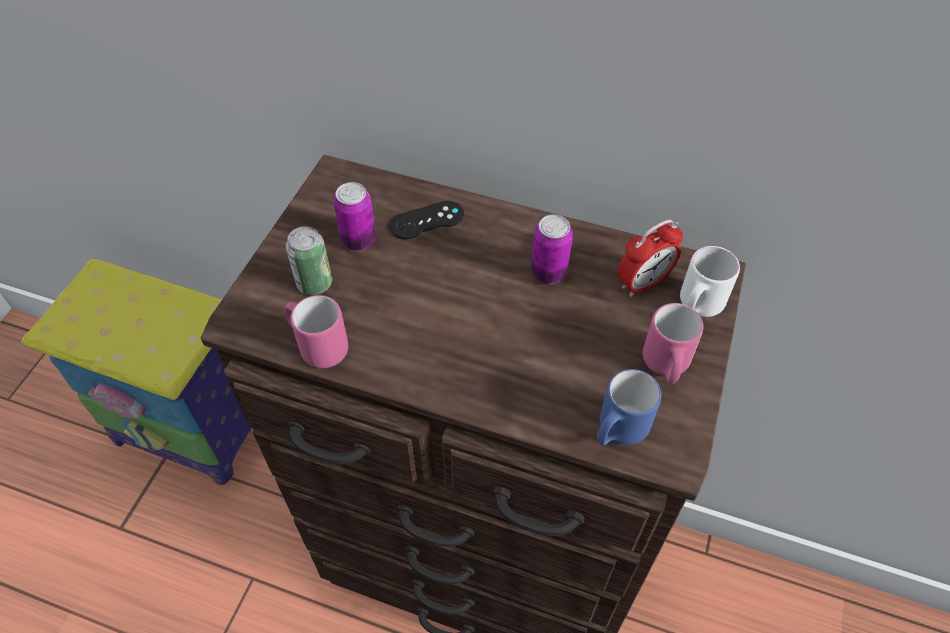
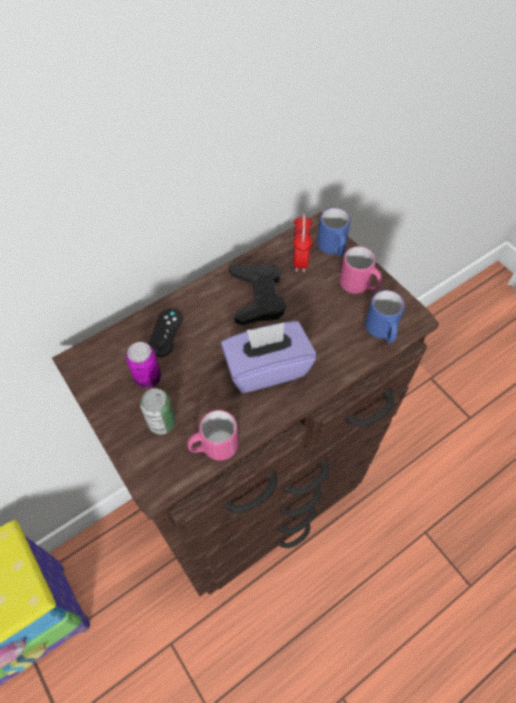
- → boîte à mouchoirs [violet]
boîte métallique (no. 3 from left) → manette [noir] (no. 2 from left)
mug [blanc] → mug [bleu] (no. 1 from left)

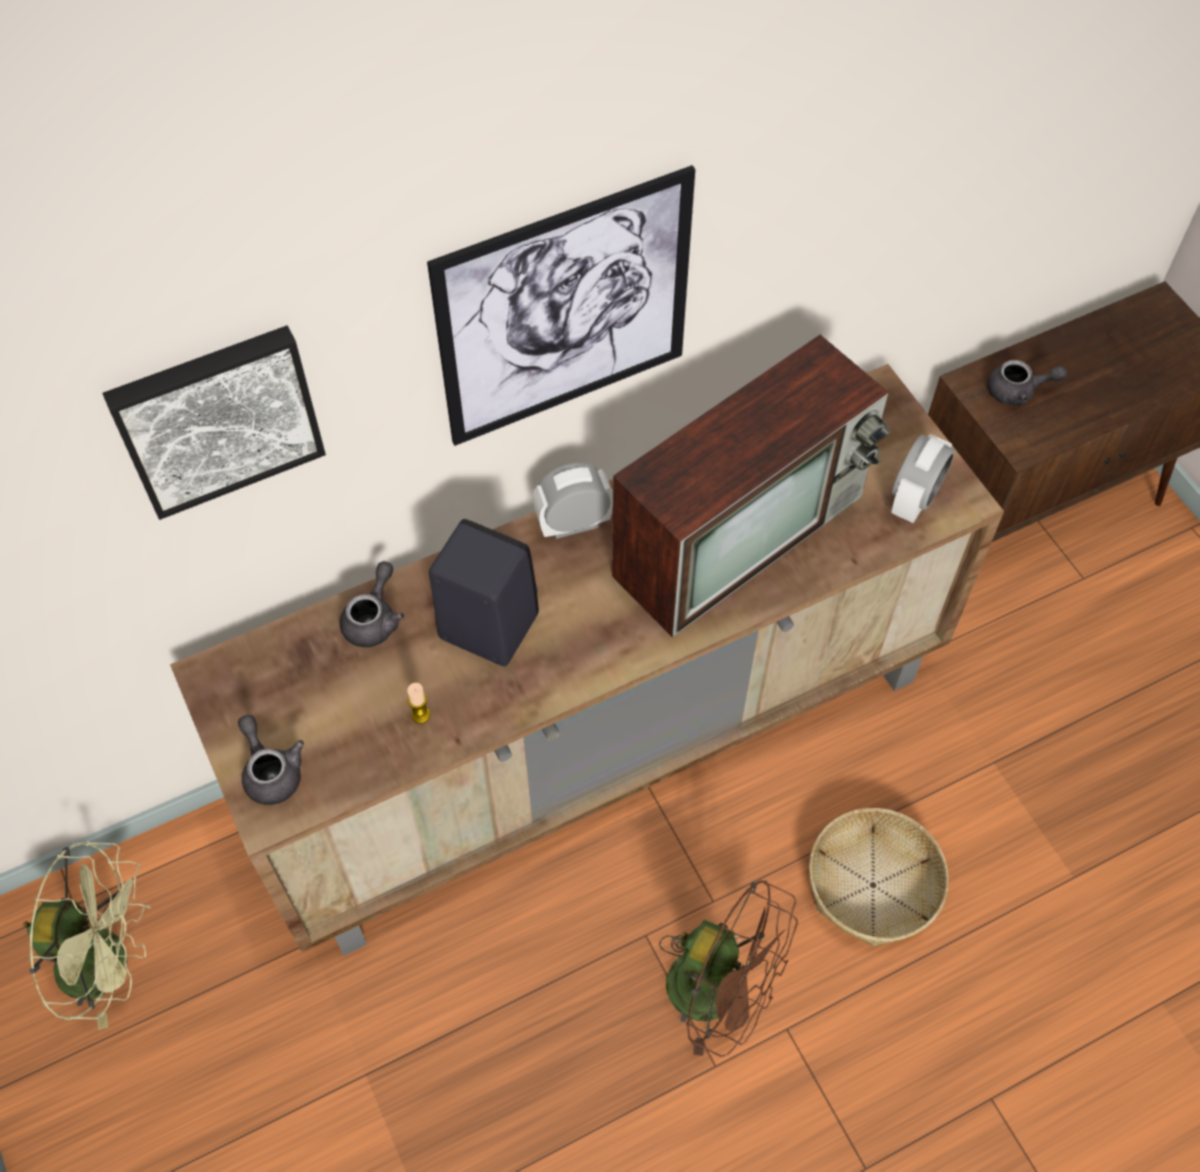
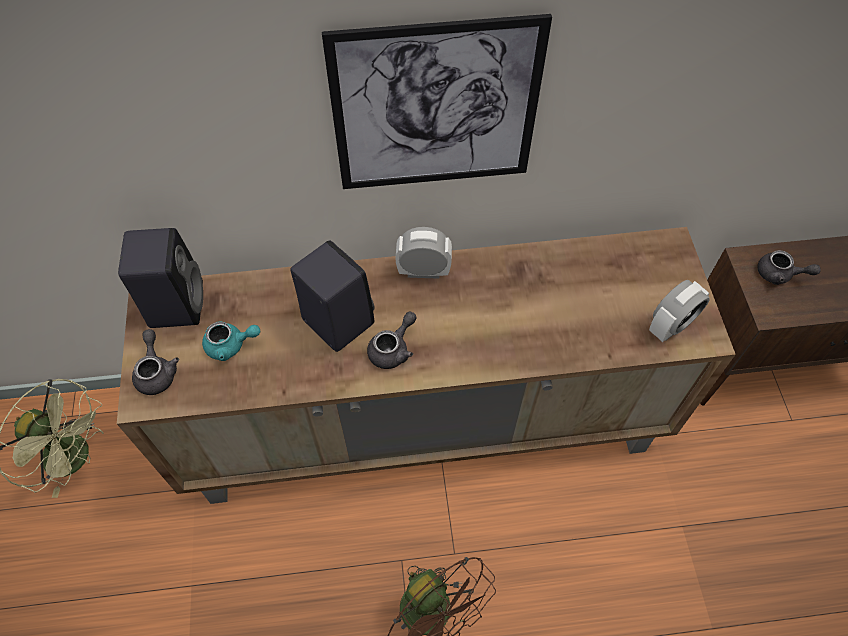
tableau (no. 1 from left) → -
bougie → -
téléviseur → -
panier → -
- → enceinte [noir] (no. 1 from left)
- → théière [turquoise]
théière [gris] (no. 2 from left), relocated

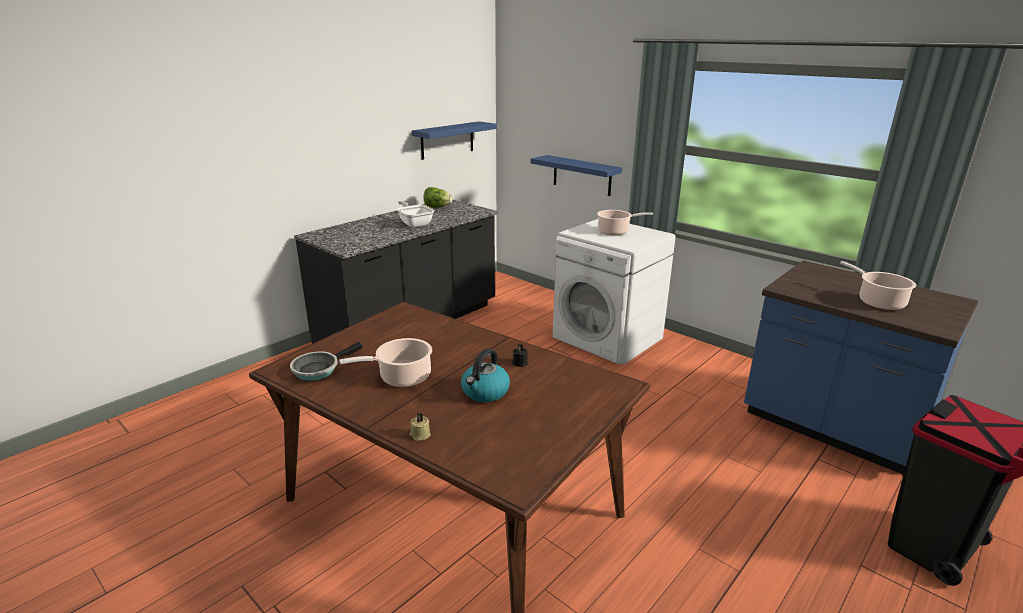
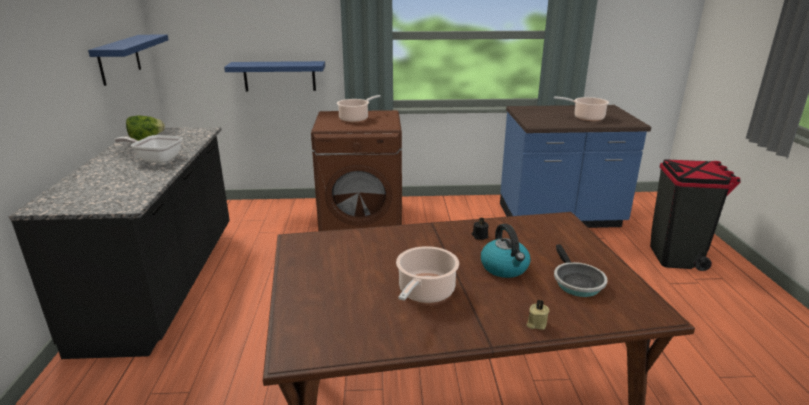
poêle (no. 1 from left in the first image) → poêle (no. 2 from left), relocated
lave-linge [blanc] → lave-linge [marron]

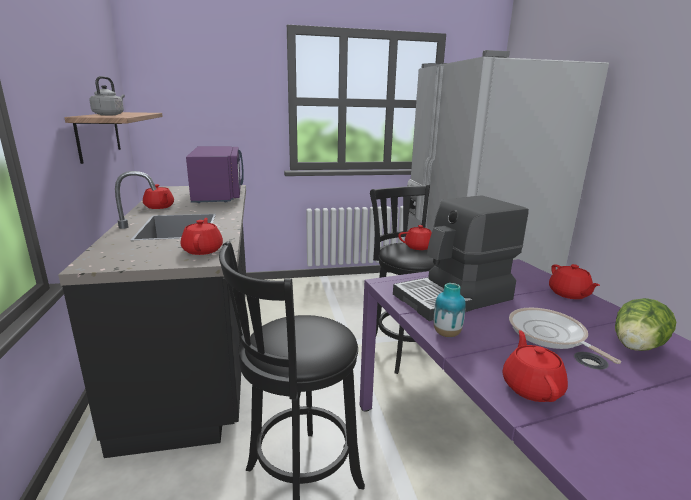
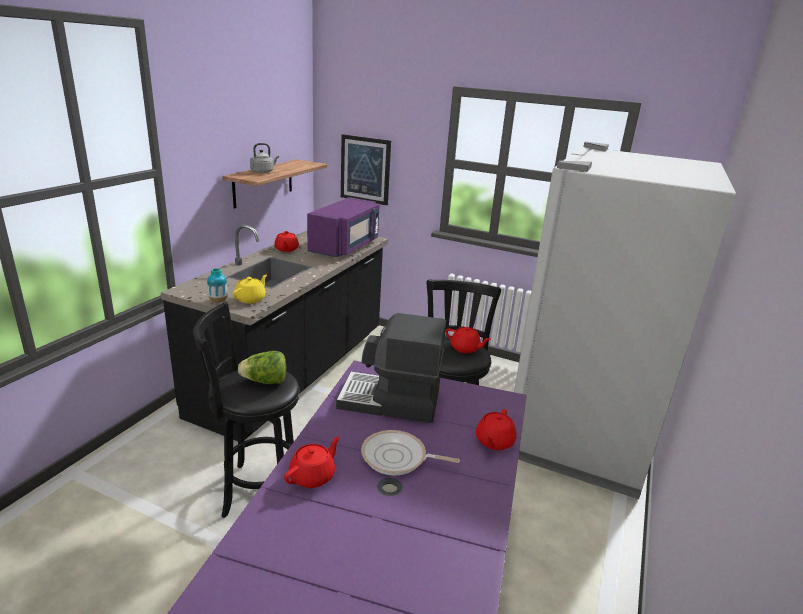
- → tableau
vase, relocated
laitue, relocated
théière [rouge] (no. 2 from left) → théière [jaune]
poêle, 90 degrees counterclockwise

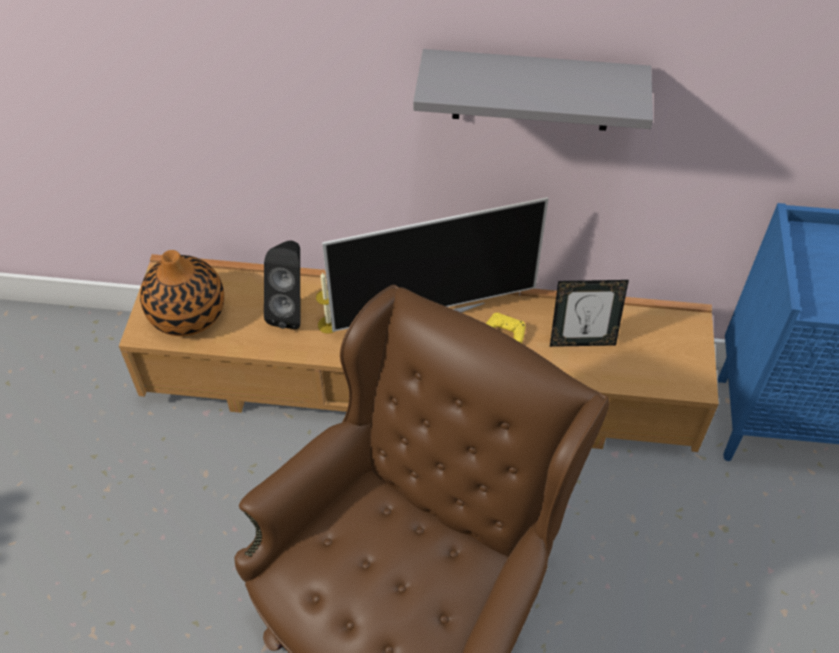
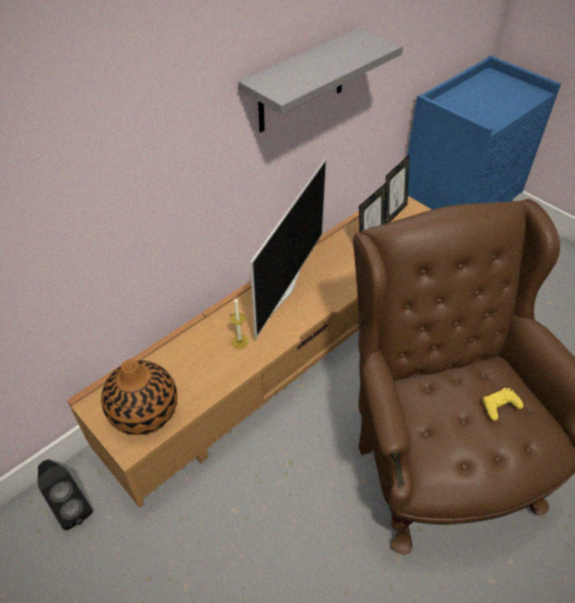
- → cadre photo (no. 2 from left)
enceinte [noir], relocated
manette [jaune], relocated

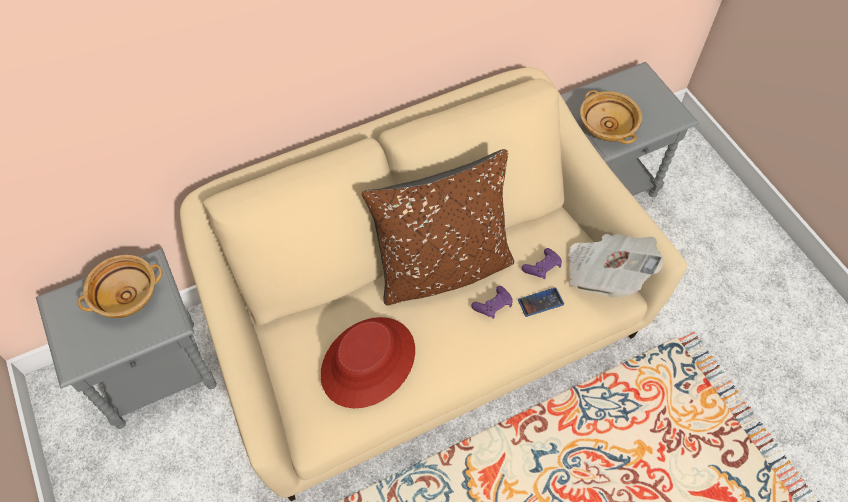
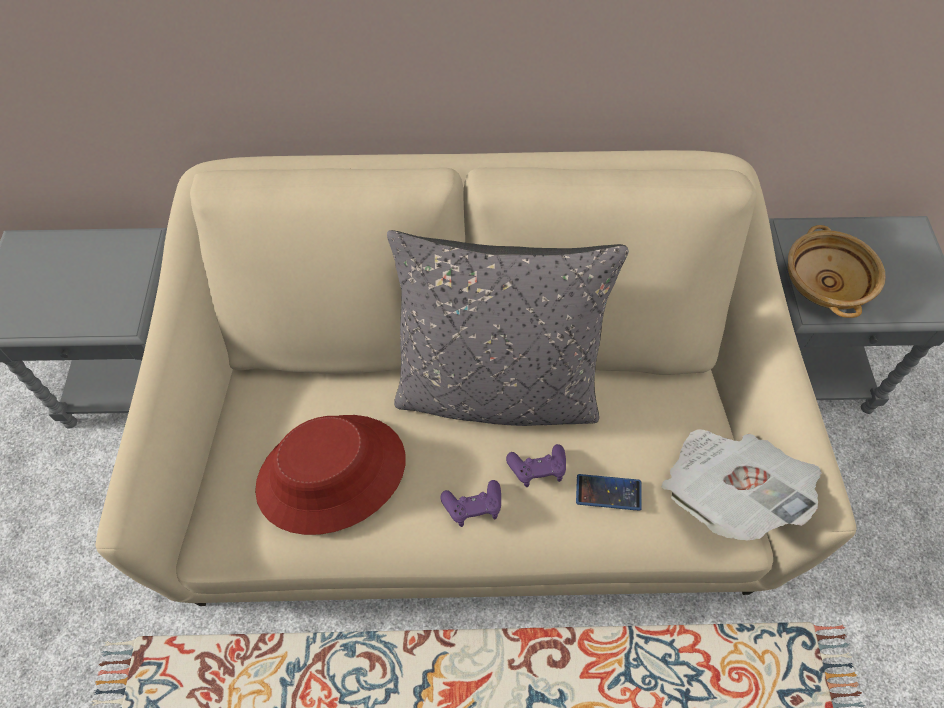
bol [beige] (no. 1 from left) → -
manette [violet] (no. 2 from left in the first image) → manette [violet] (no. 1 from left), relocated
coussin [marron] → coussin [gris]

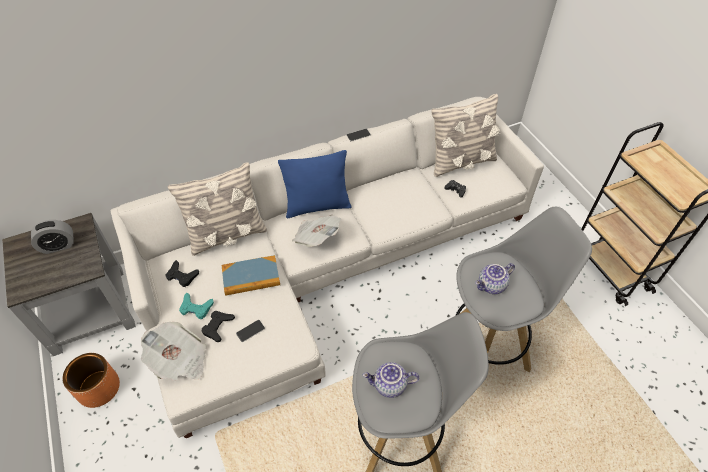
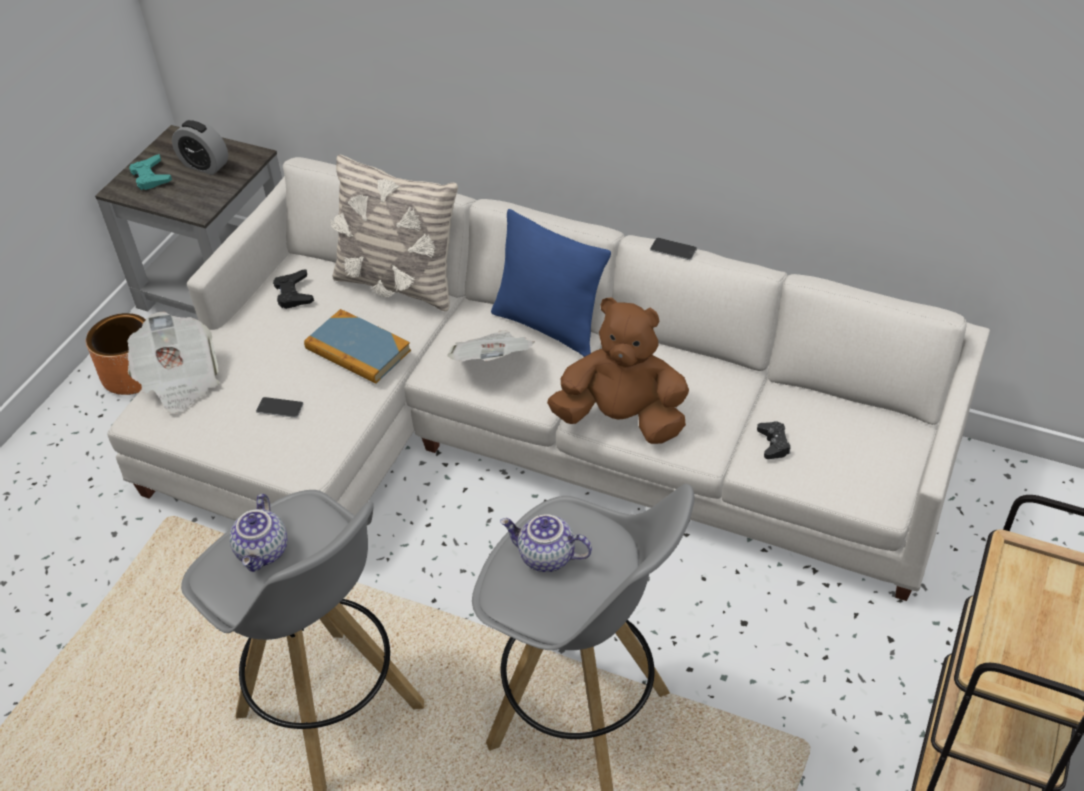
manette [noir] (no. 2 from left) → -
coussin [beige] (no. 2 from left) → -
- → peluche [marron]
manette [turquoise], relocated
théière (no. 1 from left), 135 degrees counterclockwise

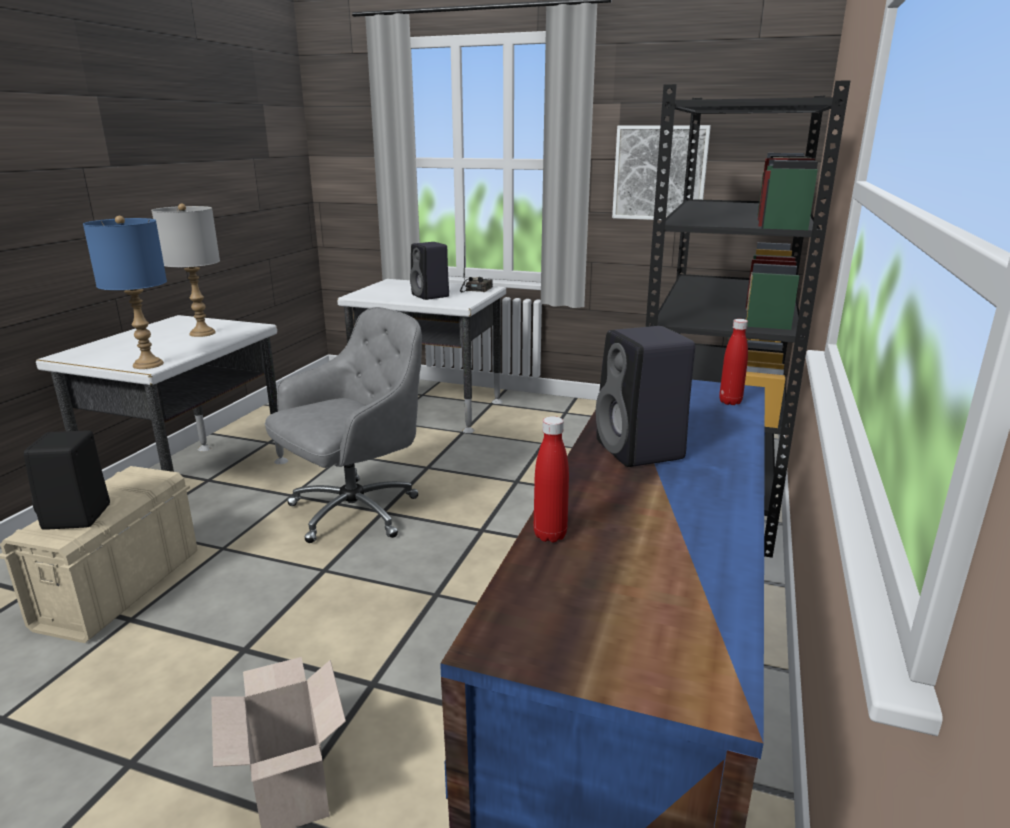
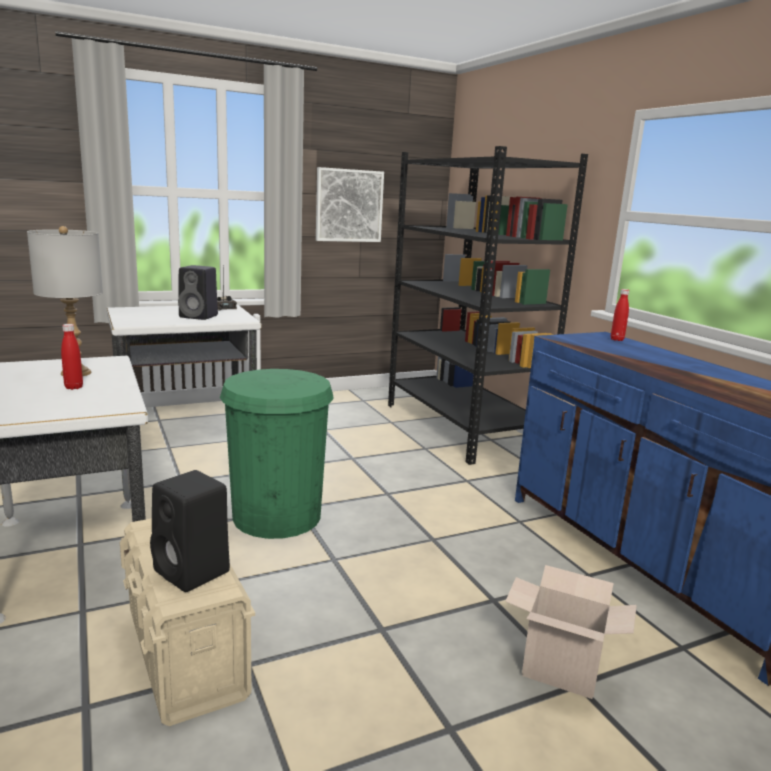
lampe de table [bleu] → -
enceinte [noir] (no. 3 from left) → -
bouteille [rouge] (no. 1 from left), relocated
chaise de bureau [gris] → poubelle [vert]

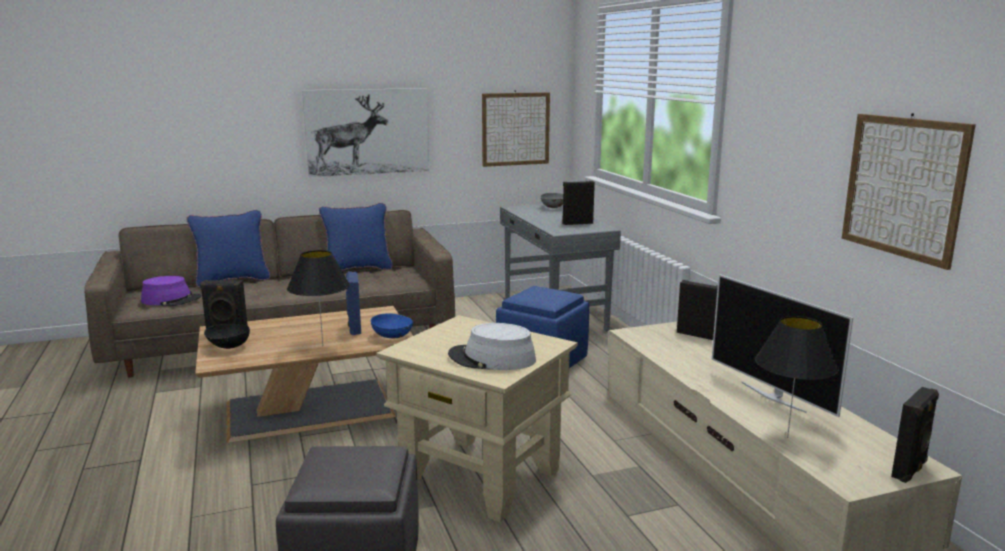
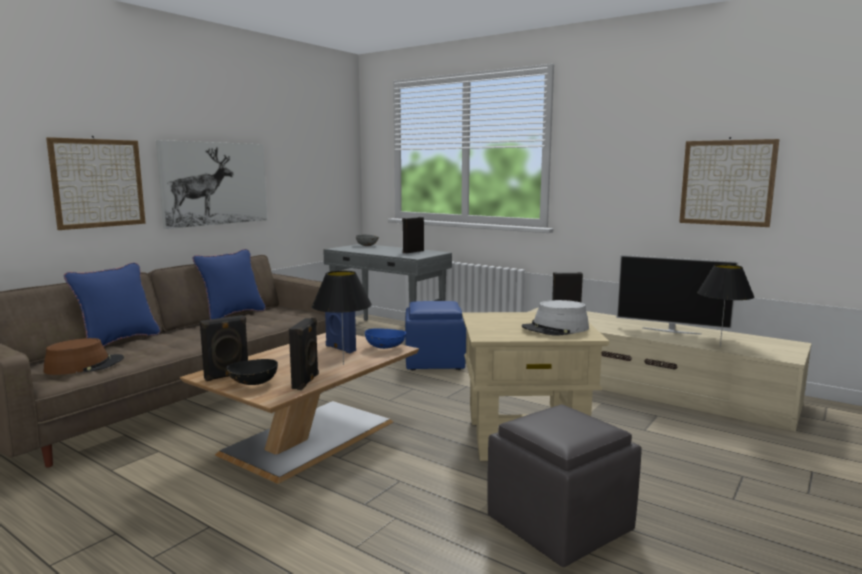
tableau (no. 2 from left in the first image) → tableau (no. 1 from left), relocated
enceinte [noir] (no. 4 from left in the first image) → enceinte [noir] (no. 2 from left), relocated
chapeau [violet] → chapeau [marron]

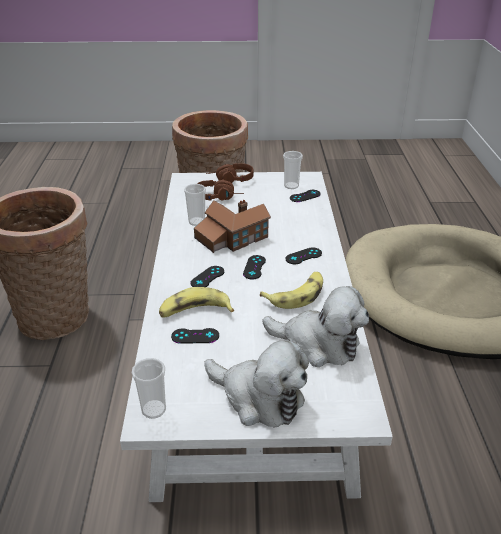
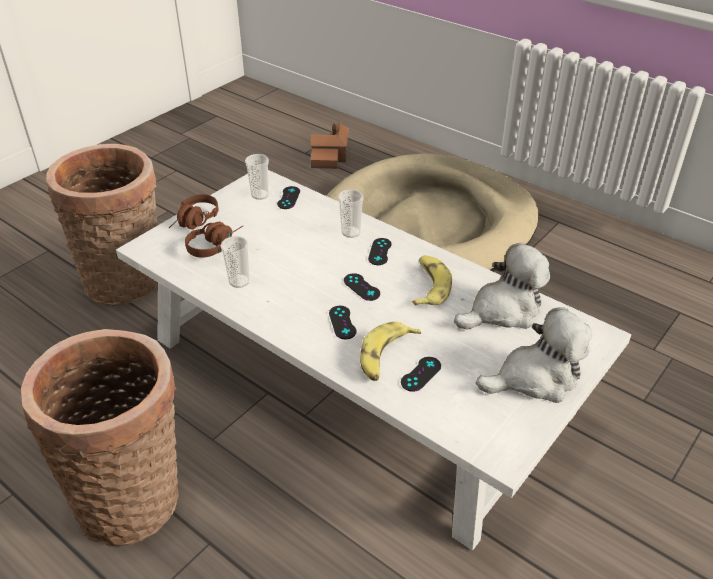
tasse (no. 1 from left in the first image) → tasse (no. 3 from left), relocated
maison miniature, relocated

